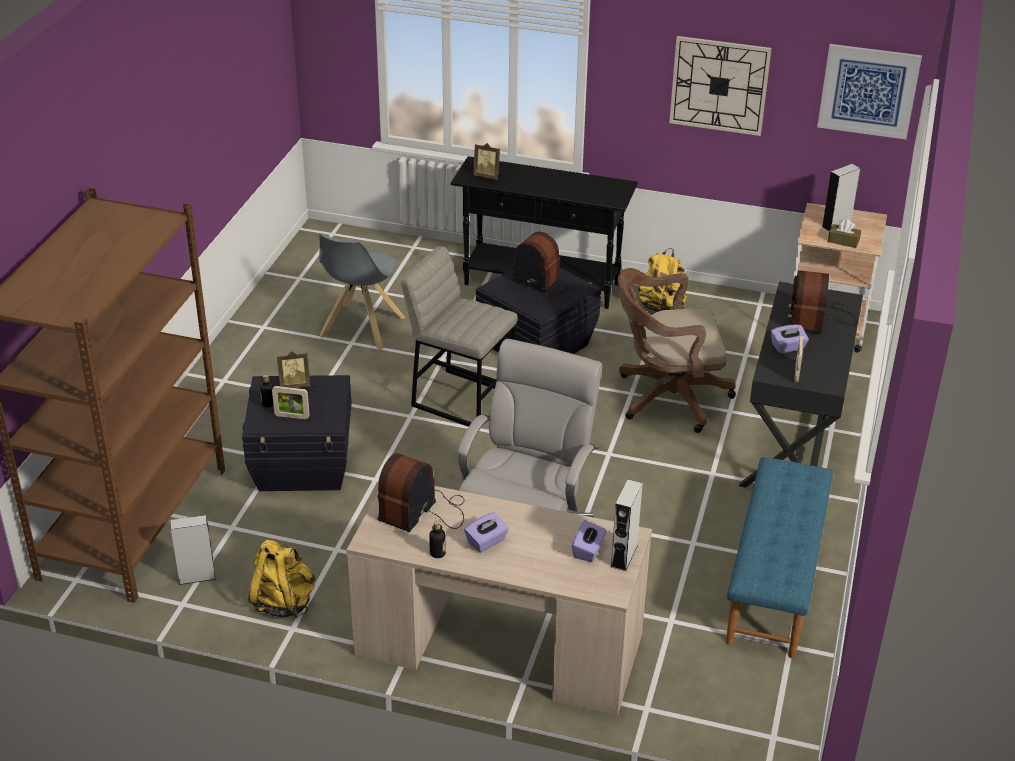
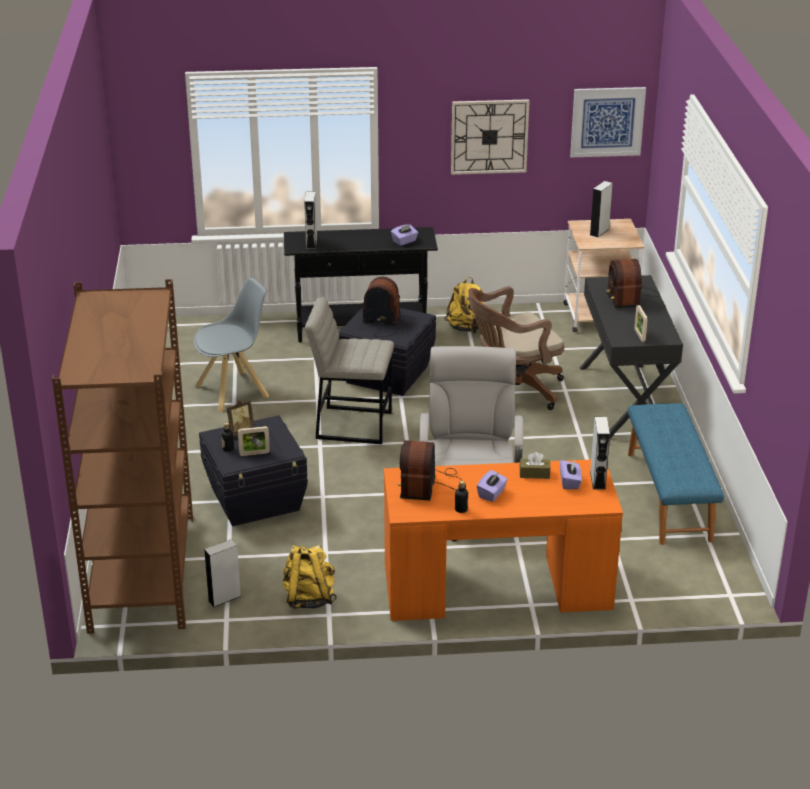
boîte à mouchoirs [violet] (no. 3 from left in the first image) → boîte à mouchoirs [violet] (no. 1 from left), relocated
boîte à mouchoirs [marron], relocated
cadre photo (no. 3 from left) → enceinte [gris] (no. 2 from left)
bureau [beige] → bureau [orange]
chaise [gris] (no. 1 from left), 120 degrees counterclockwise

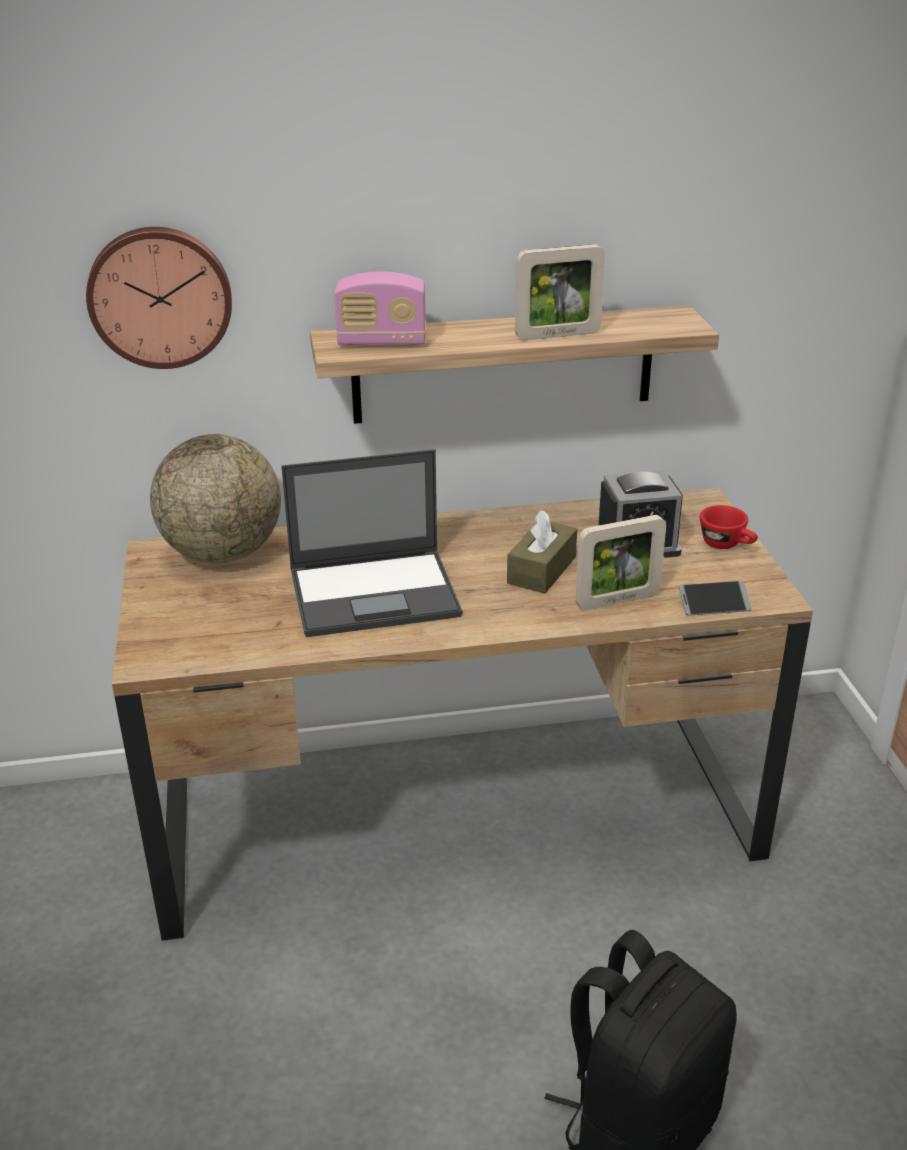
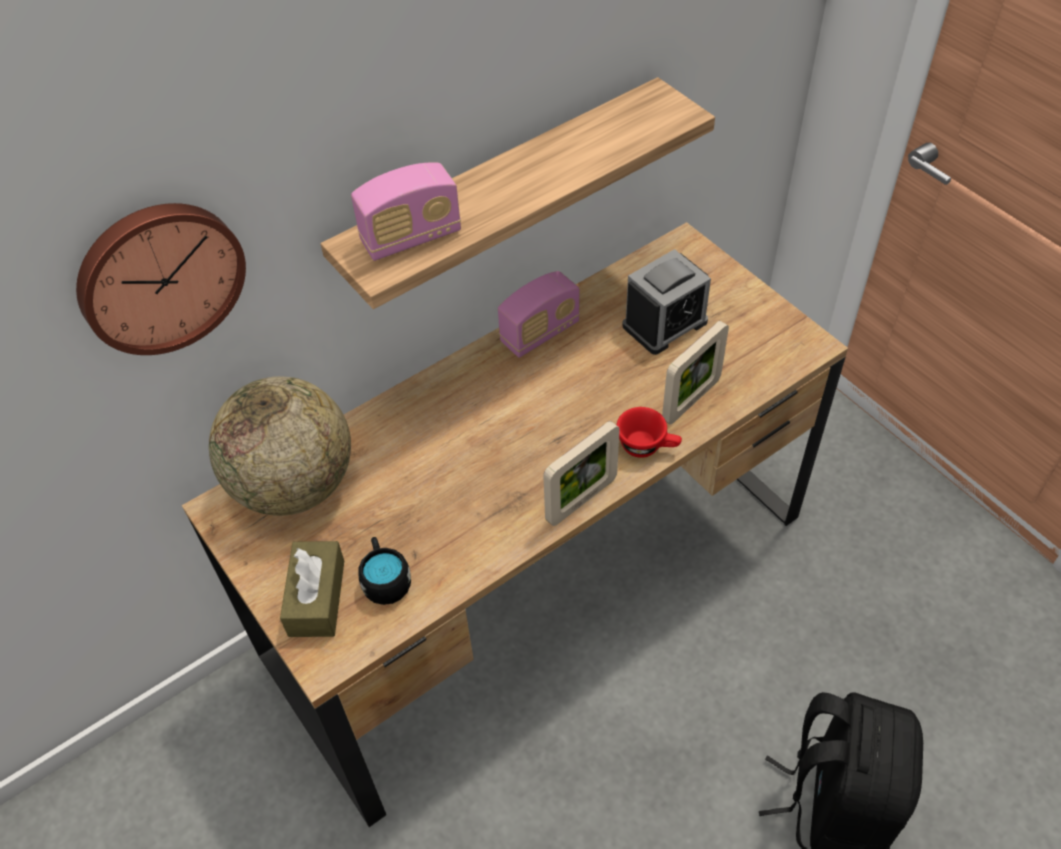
ordinateur portable → -
téléphone → -
- → mug [noir]
- → radio (no. 2 from left)
boîte à mouchoirs [marron], relocated
cadre photo (no. 1 from left), relocated
tasse [rouge], relocated

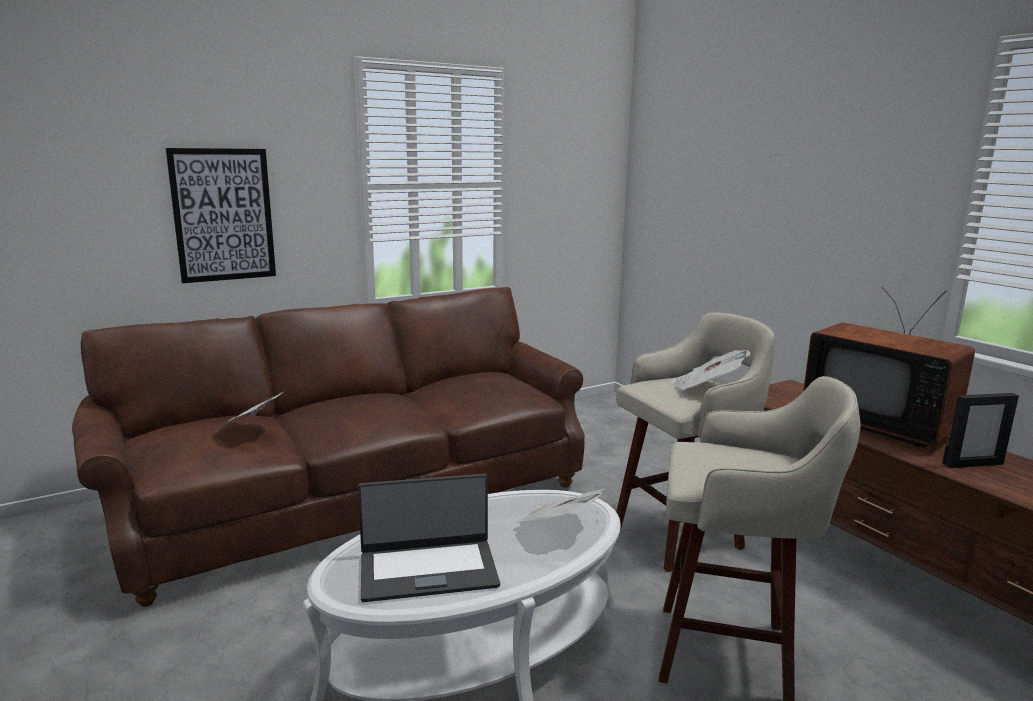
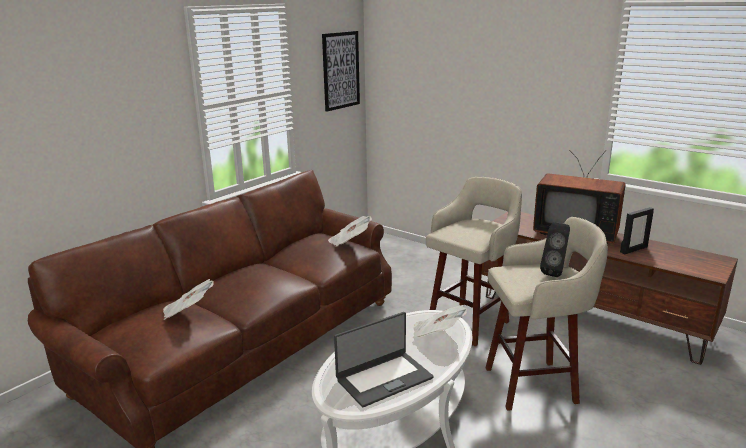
- → enceinte [noir]
tableau, relocated
journal (no. 3 from left in the first image) → journal (no. 2 from left), relocated

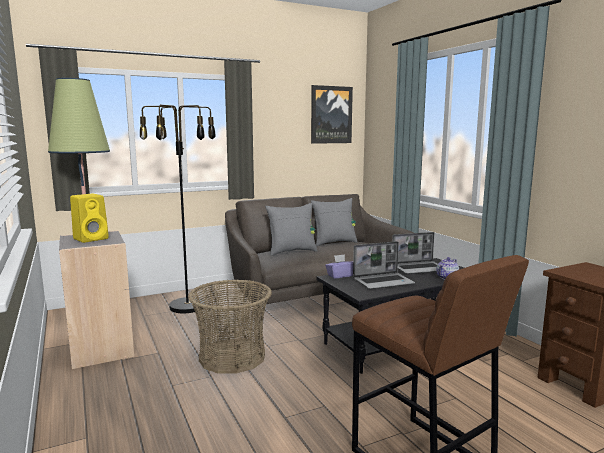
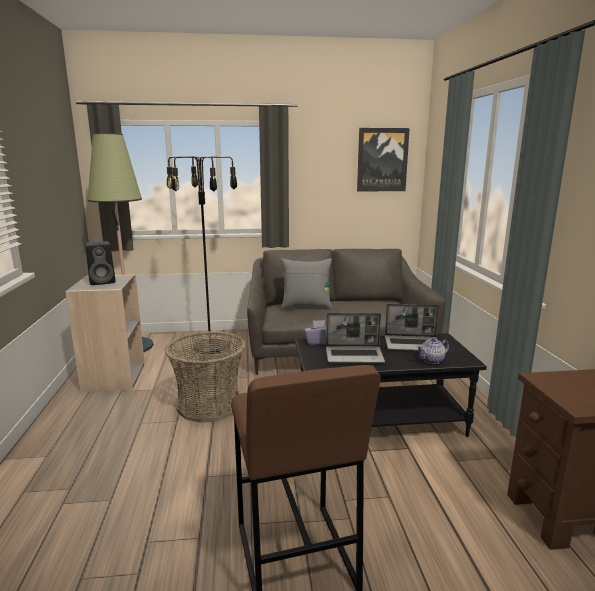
coussin [gris] (no. 2 from left) → -
enceinte [jaune] → enceinte [noir]

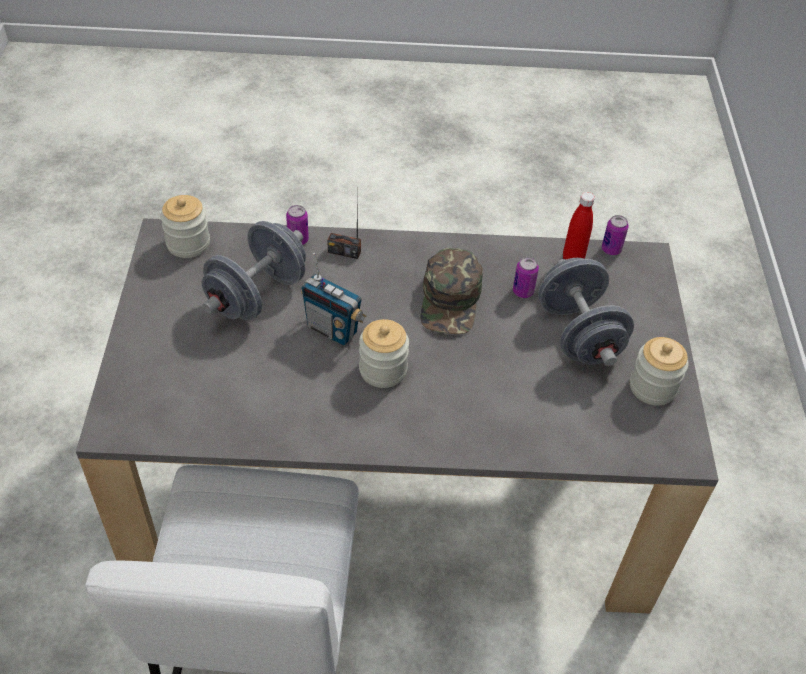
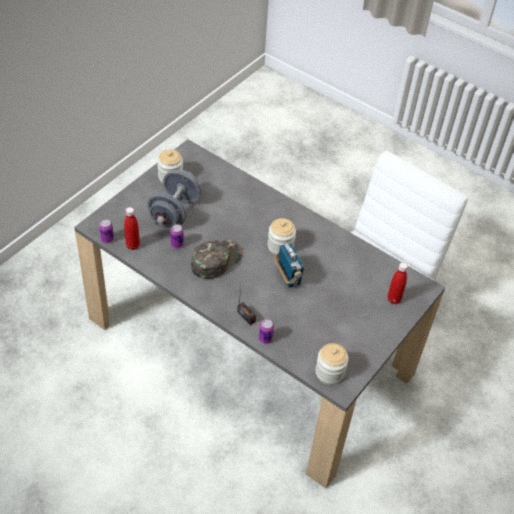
haltère [gris] (no. 1 from left) → -
- → bouteille [rouge] (no. 2 from left)

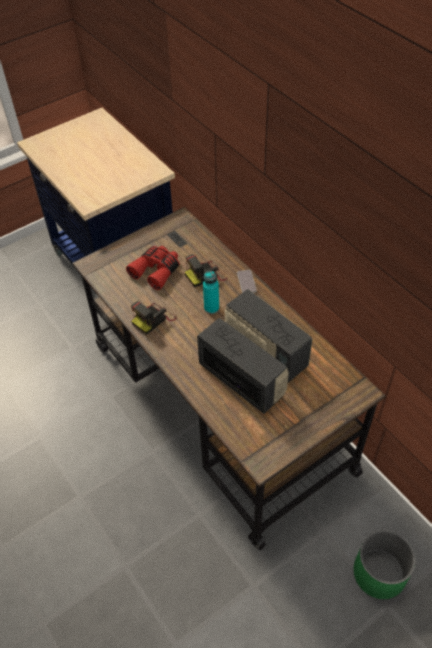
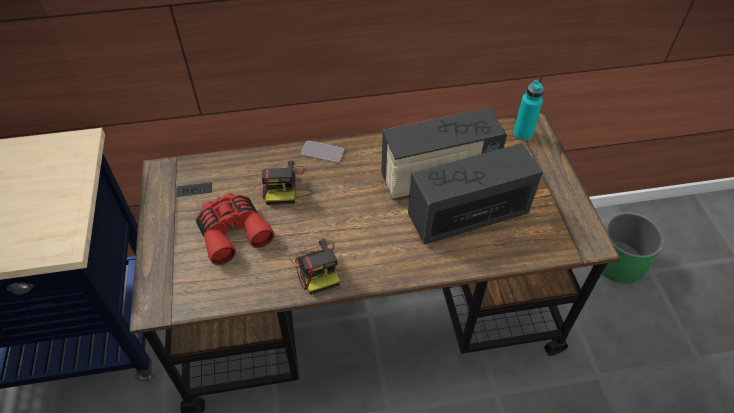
bouteille [turquoise], relocated

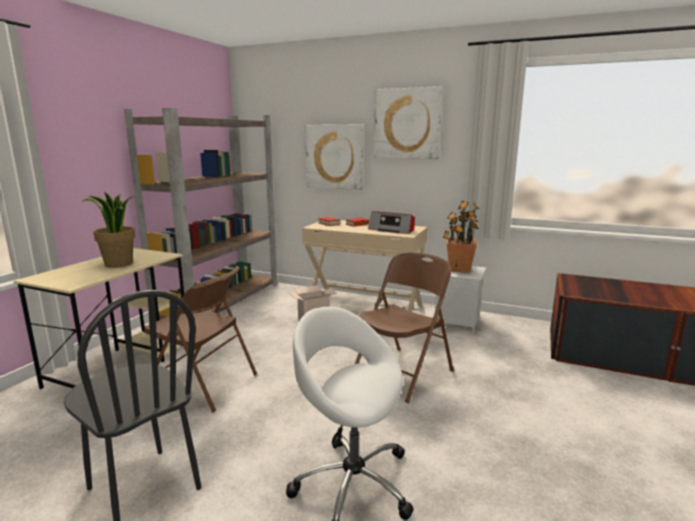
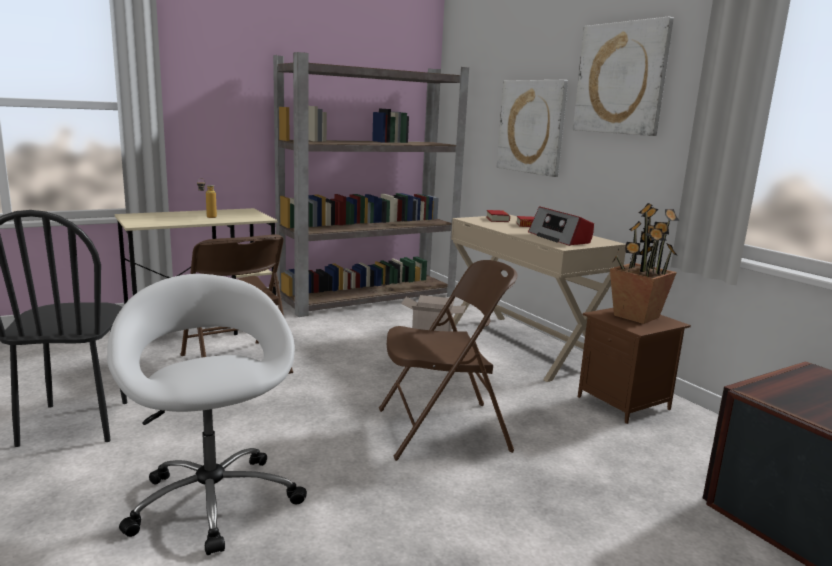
plante en pot (no. 1 from left) → bouteille
table de chevet [gris] → table de chevet [marron]

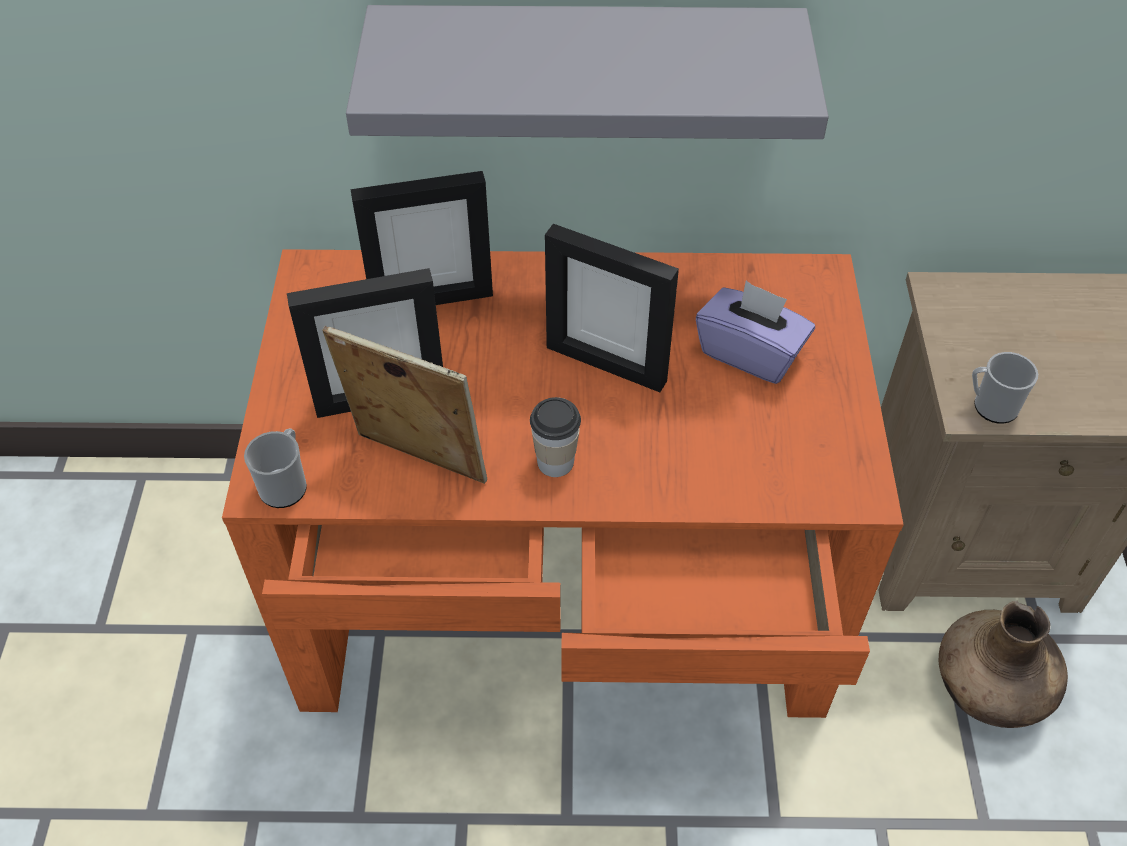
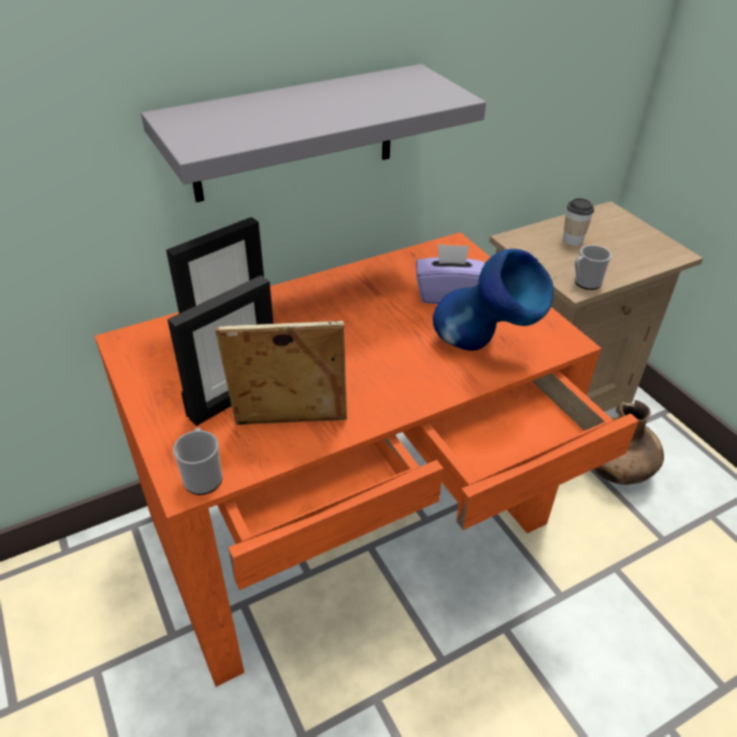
cadre photo (no. 4 from left) → -
- → vase [bleu]
tasse, relocated

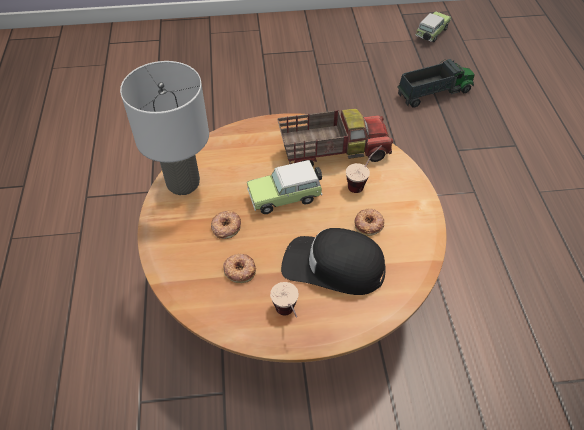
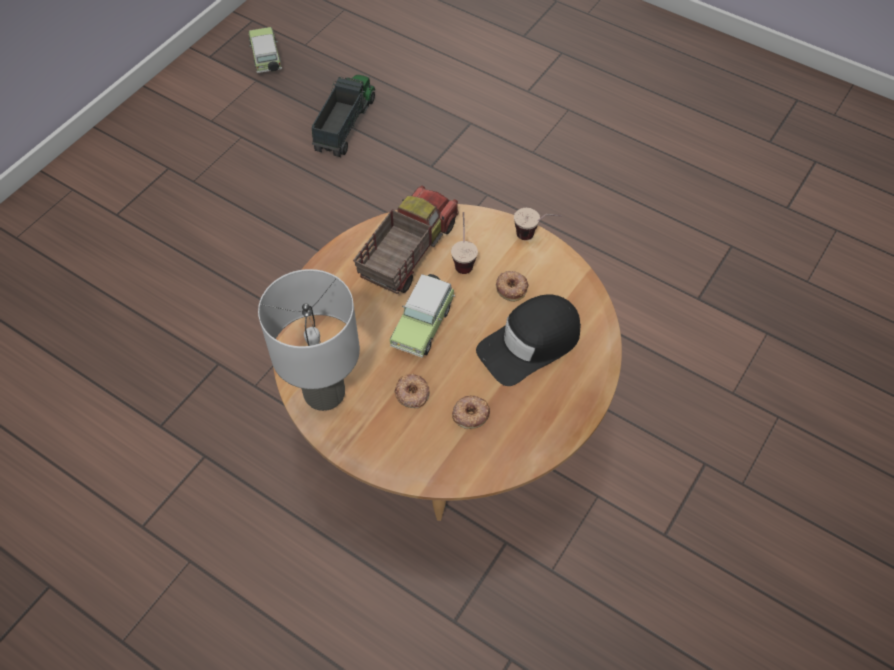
tasse (no. 1 from left in the first image) → tasse (no. 2 from left), relocated

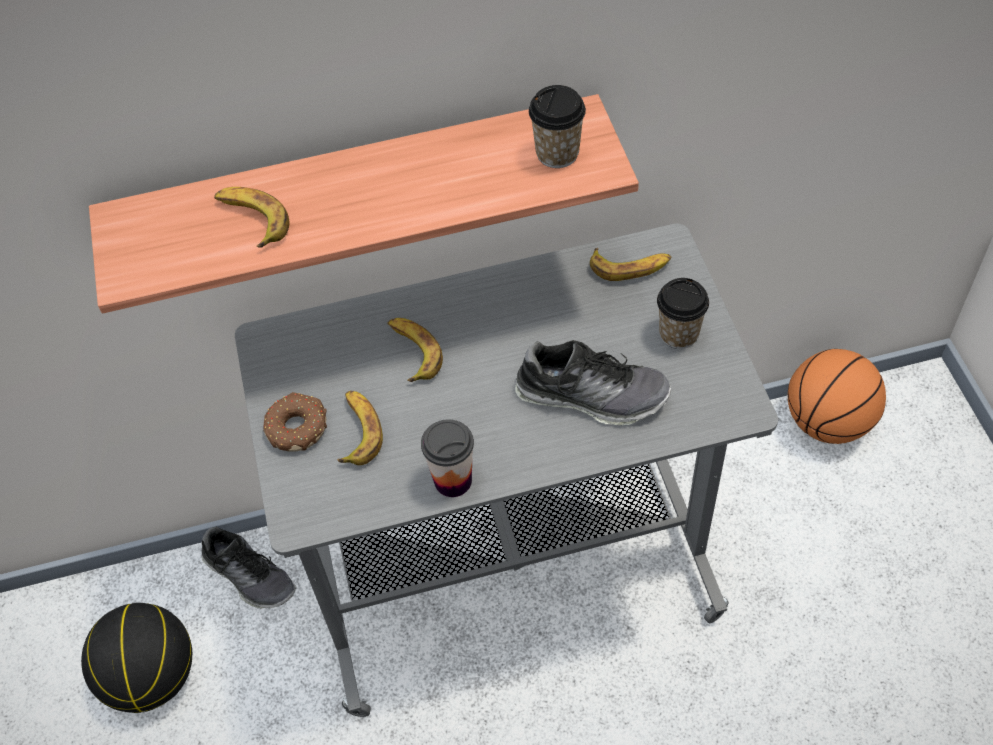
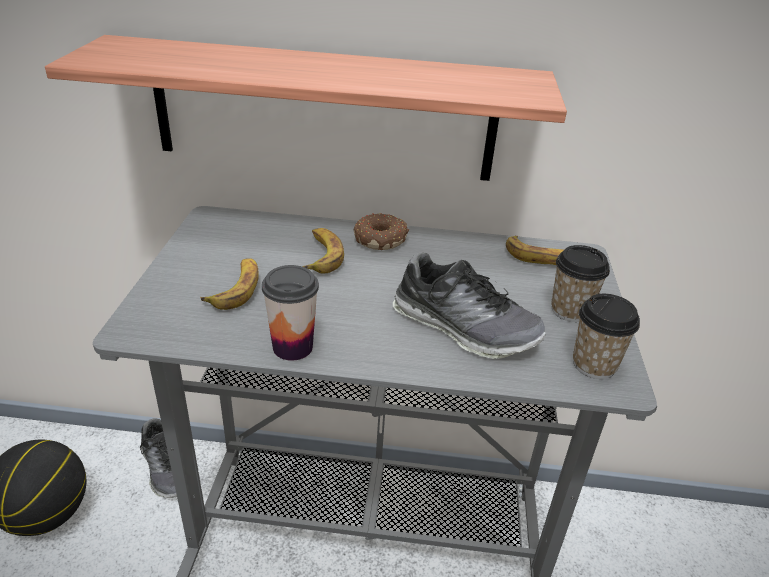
banane (no. 1 from left) → -
ballon de basket (no. 2 from left) → -
beignet, relocated
tasse (no. 2 from left in the first image) → tasse (no. 3 from left), relocated

